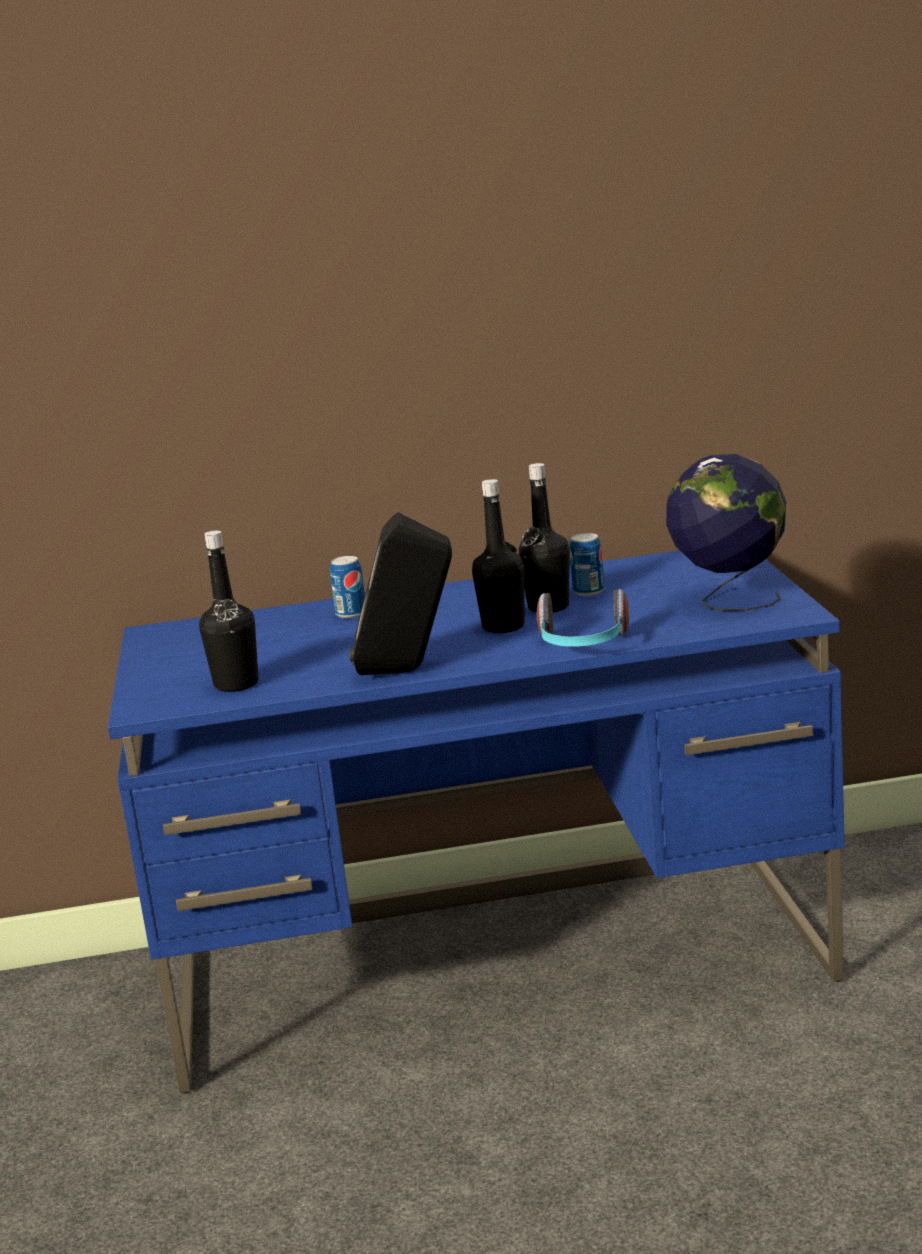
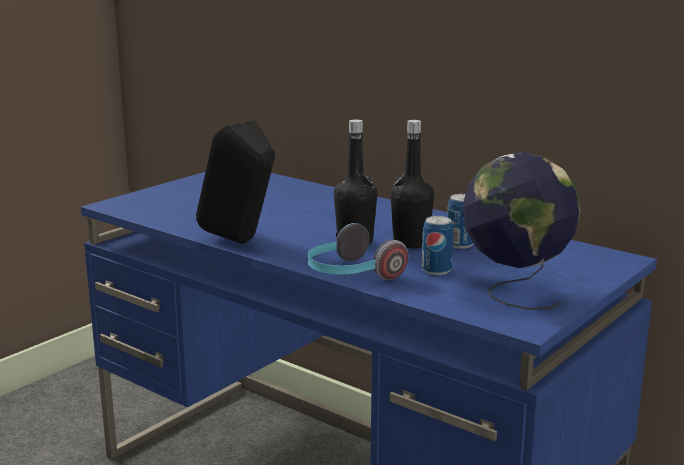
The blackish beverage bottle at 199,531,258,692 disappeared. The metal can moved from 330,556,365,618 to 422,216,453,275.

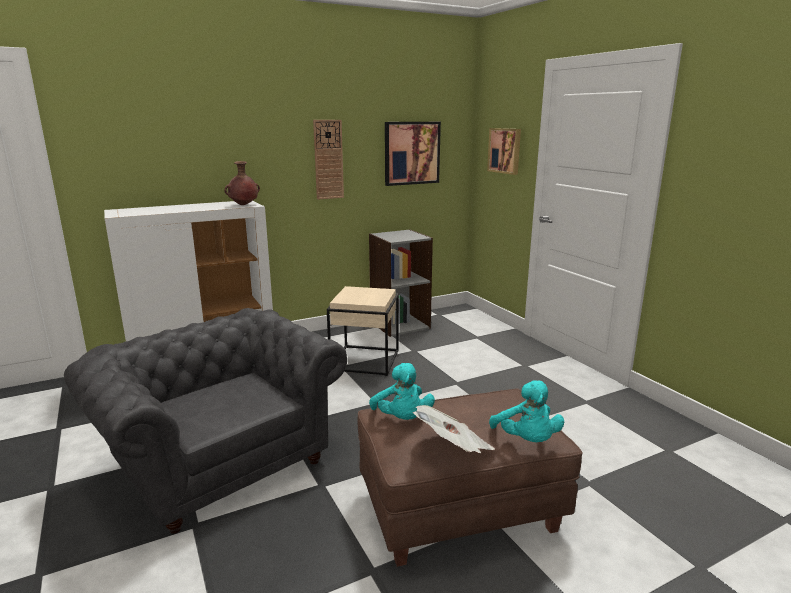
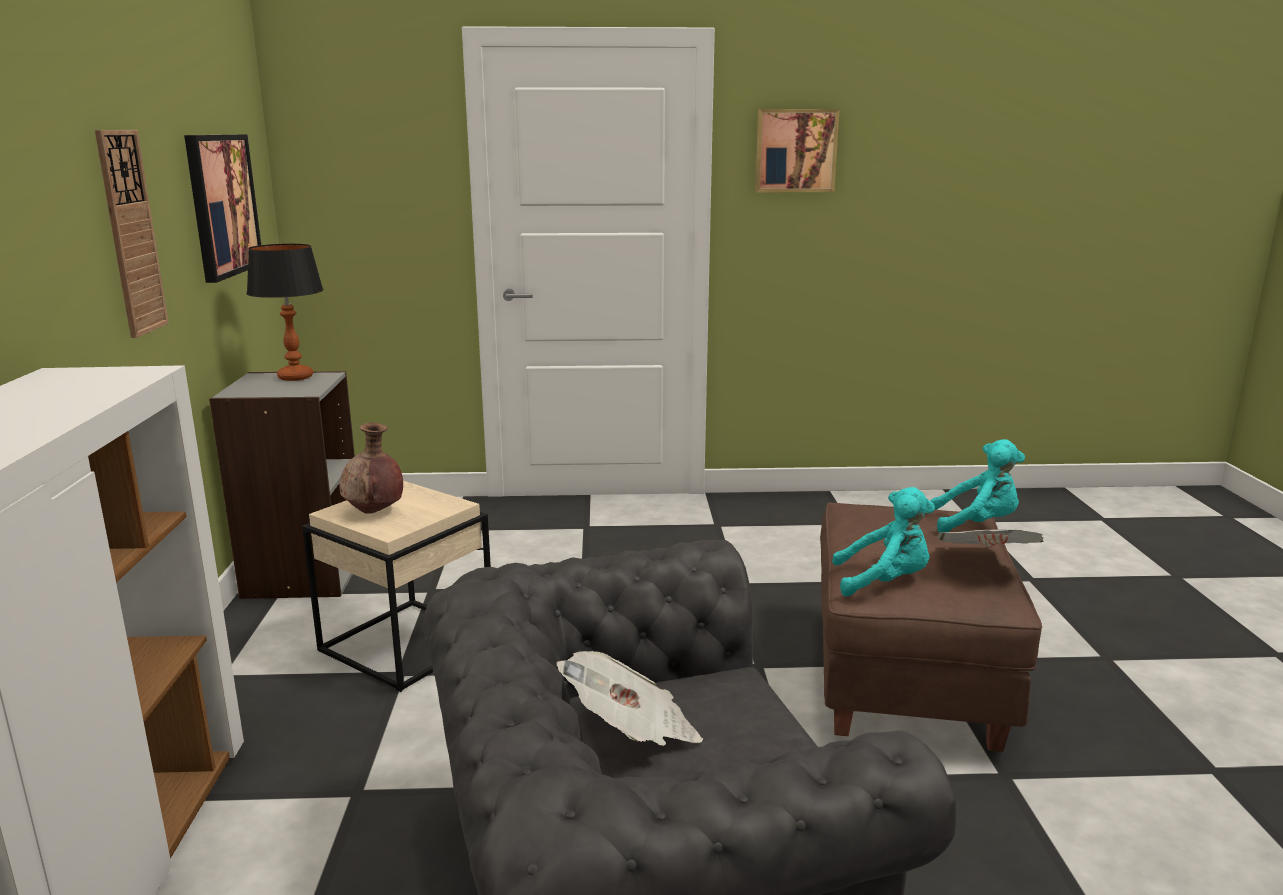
The picture moved from 487,128,521,175 to 755,109,840,192. The brown-coloured flower vase moved from 224,161,260,205 to 340,423,403,514. The tabletop lamp at 247,244,324,381 appeared. The daily paper at 557,651,703,746 appeared.

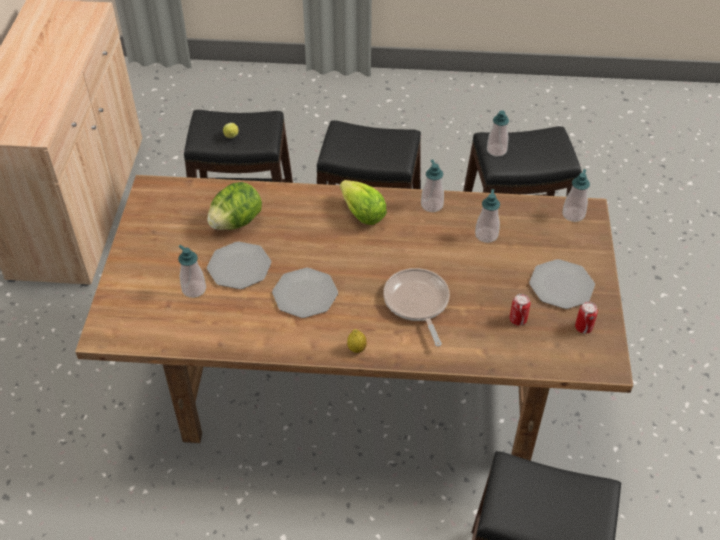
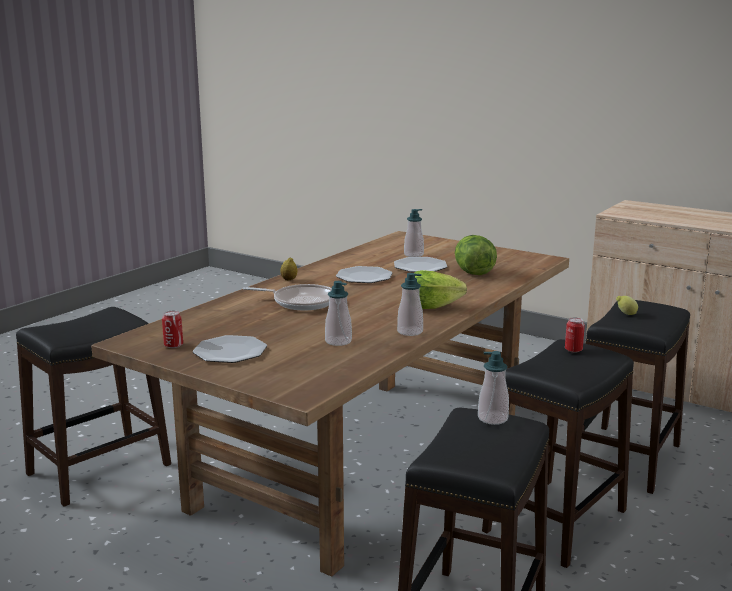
The liquid soap bottle at 563,169,590,222 disappeared. The metal can moved from 510,294,531,325 to 565,317,585,353.

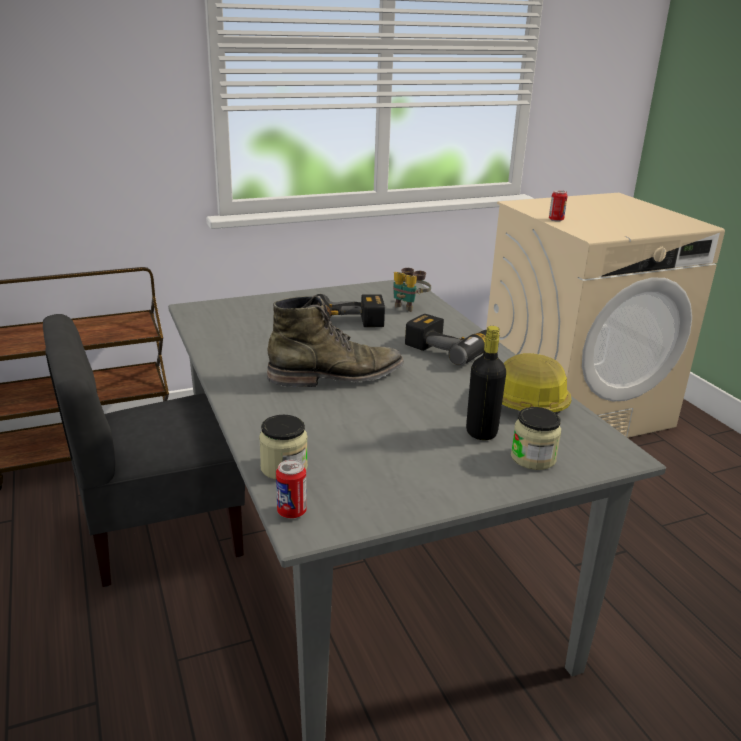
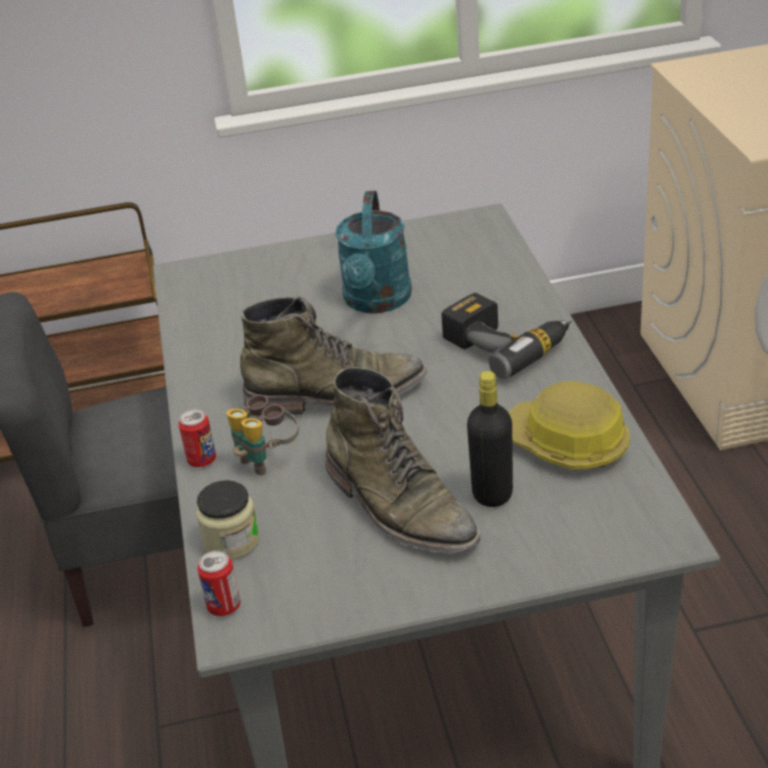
The metal can moved from 549,190,568,222 to 178,409,216,467. The binoculars moved from 393,268,431,312 to 227,395,299,475. The electric drill at 317,294,385,327 was replaced by the blue-green watering pot at 335,191,412,314. The preserve jar at 511,407,561,470 disappeared. The green-coloured tall boot at 325,367,481,554 appeared.

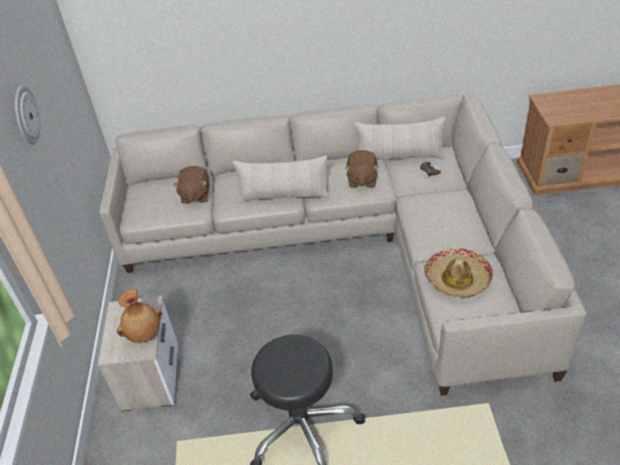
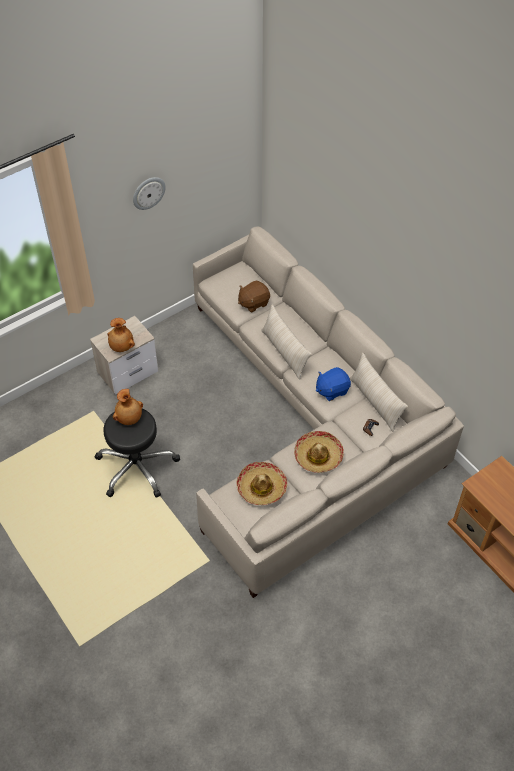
The brown-coloured plush toy at 344,150,379,188 became the blue-coloured plush toy at 316,367,351,401. The brown-coloured flower vase at 113,389,143,425 appeared. The clothing hat at 294,431,344,473 appeared.

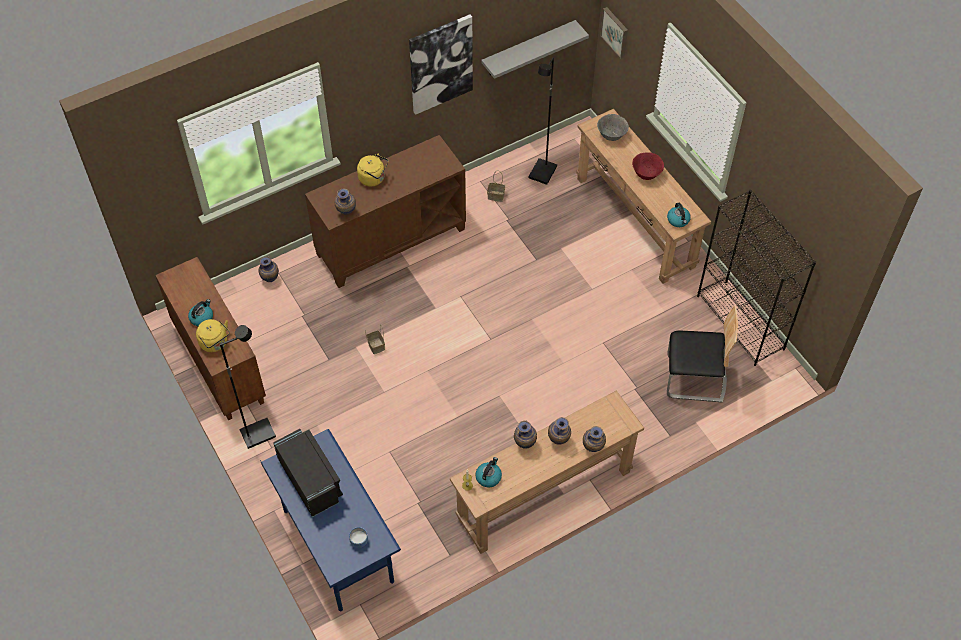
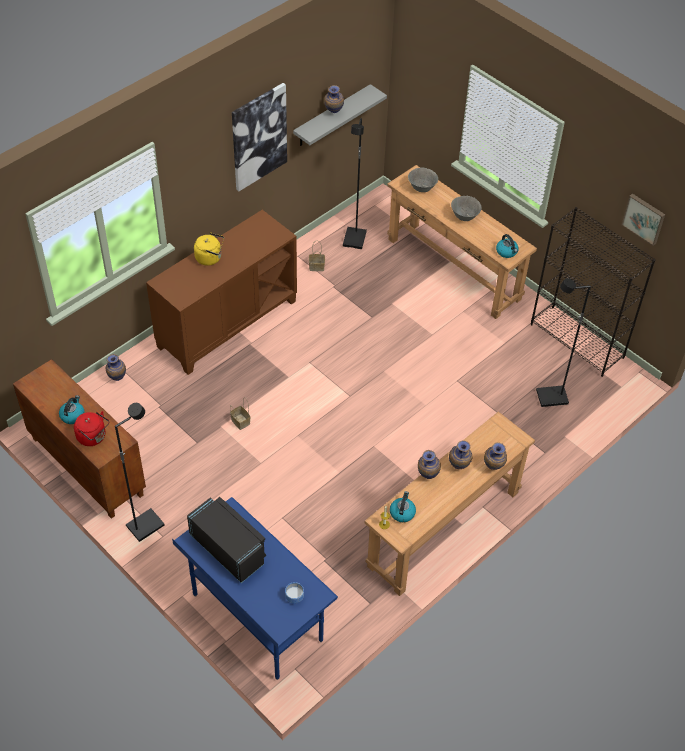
The picture moved from 600,7,628,59 to 621,194,665,246. The reddish serving bowl at 632,152,664,180 became the greyish serving bowl at 451,196,482,221. The flower vase moved from 335,188,356,215 to 324,85,344,113. The plain chair at 667,305,738,403 was replaced by the blackish floor lamp at 536,278,591,407. The yellow-coloured kettle at 196,319,230,352 became the reddish kettle at 74,411,109,446.

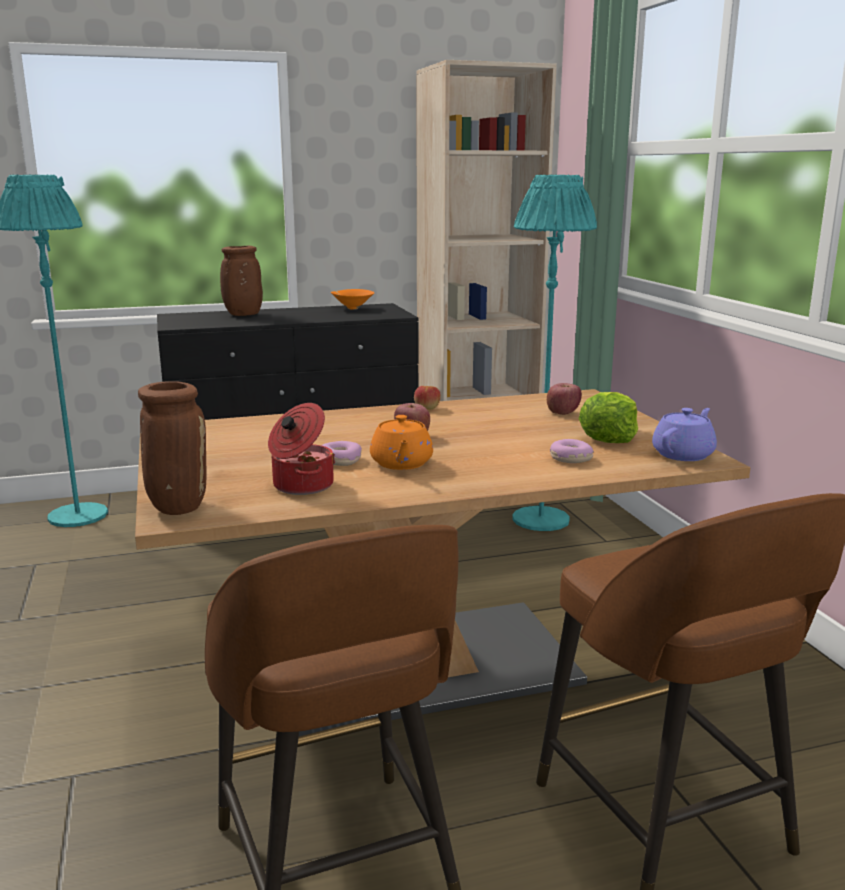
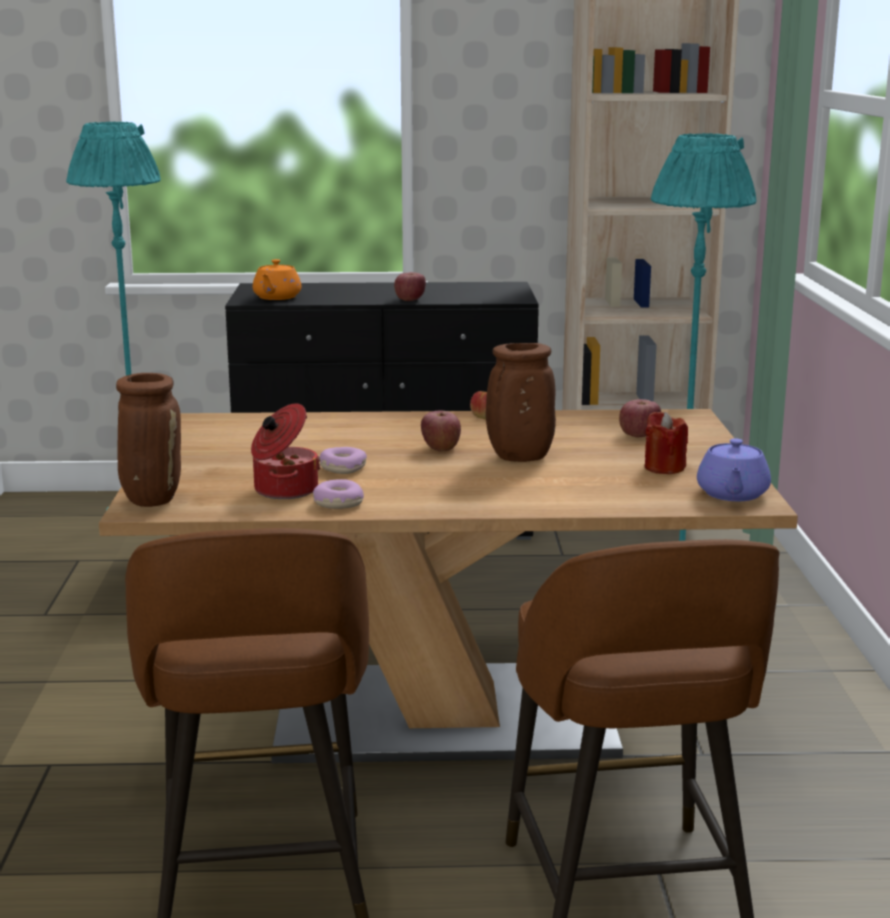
The brown-coloured flower vase moved from 220,246,263,316 to 486,343,556,462. The orange serving bowl at 331,289,374,310 disappeared. The lettuce head at 579,392,638,443 was replaced by the reddish candle at 645,412,688,474. The purple pot for tea at 652,408,717,461 turned 135 degrees clockwise. The orange pot for tea moved from 370,415,433,470 to 253,259,301,300. The ring doughnut moved from 550,439,594,463 to 313,479,364,509. The apple fruit at 394,272,426,301 appeared.

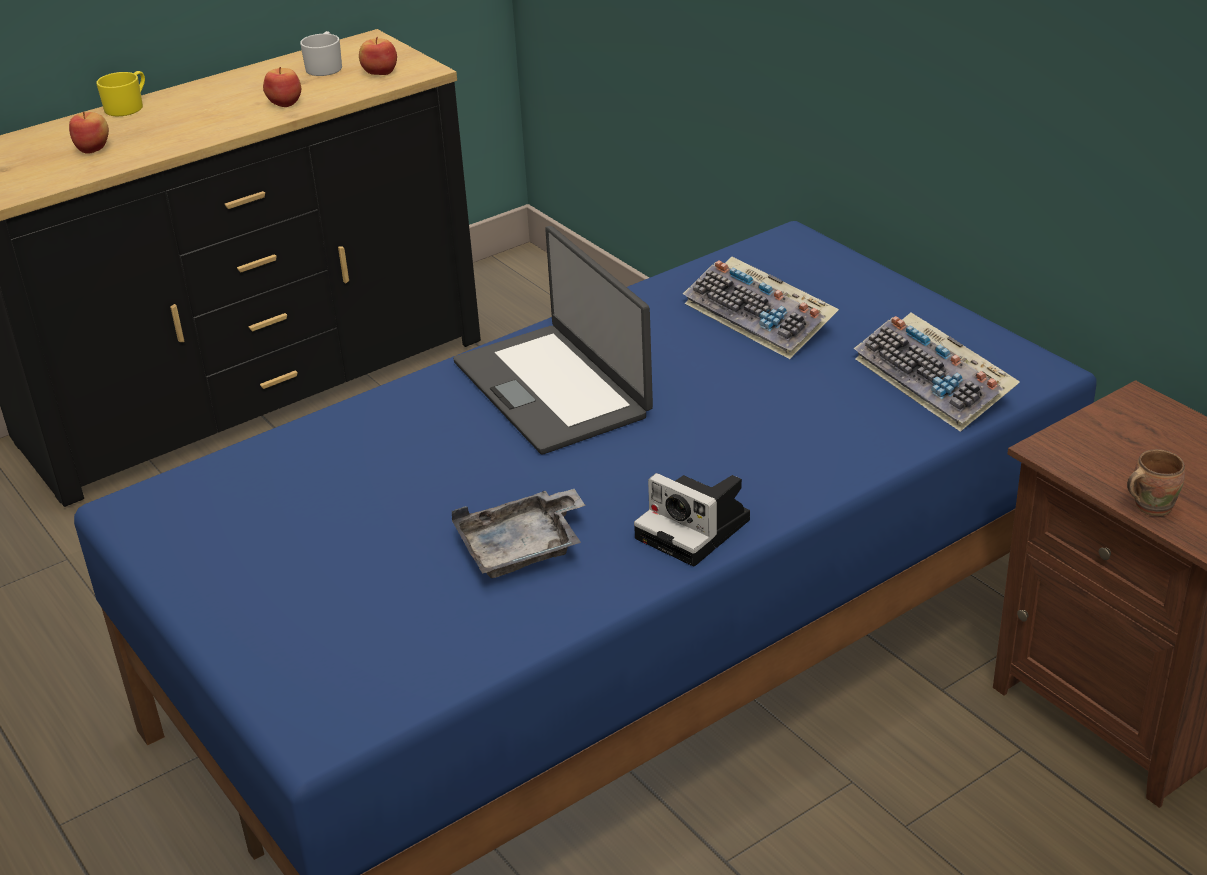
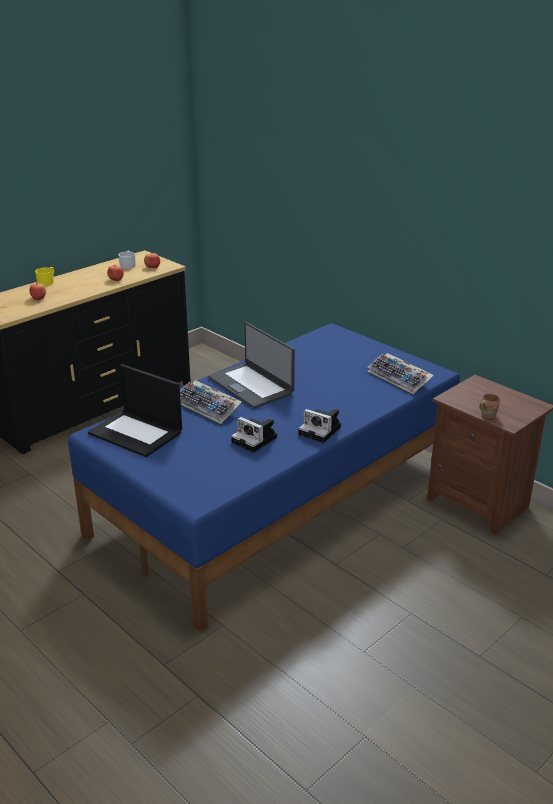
The computer keyboard moved from 683,257,839,359 to 180,380,242,424. The greyish tray at 452,489,585,578 was replaced by the still camera at 231,417,277,452. The portable computer at 88,364,182,457 appeared.

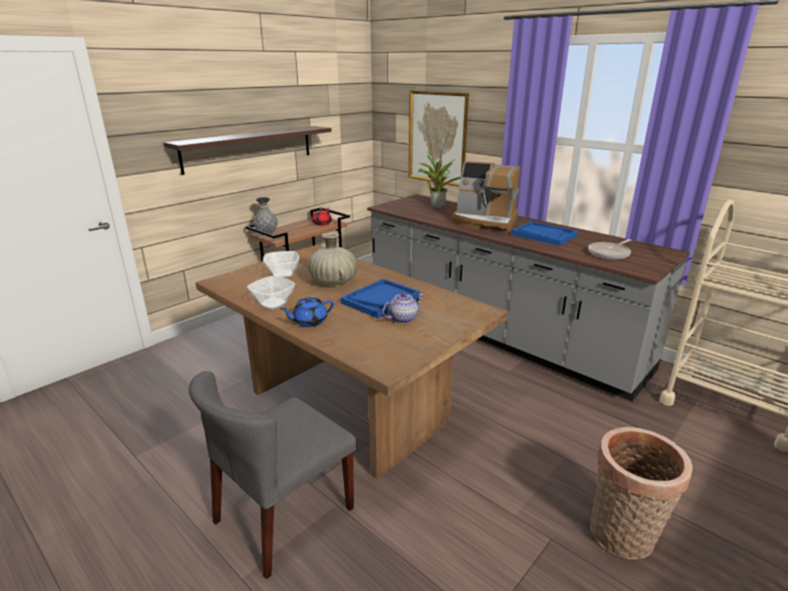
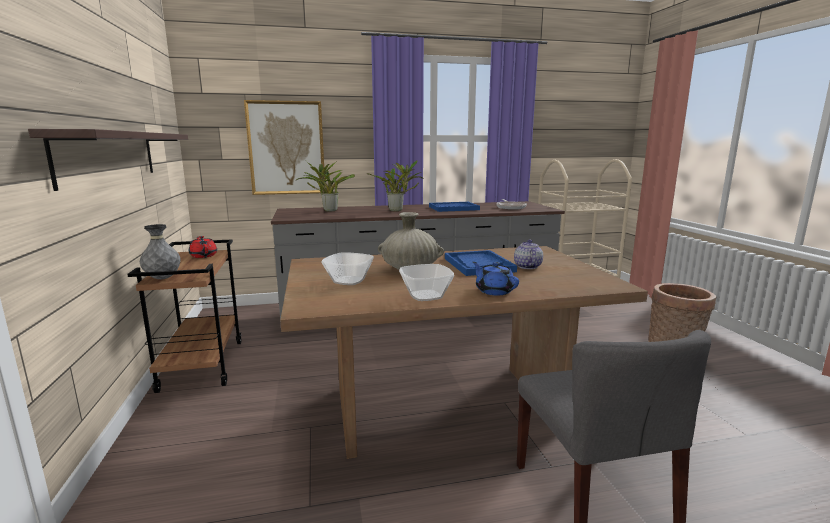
The coffee maker at 453,161,520,233 was replaced by the plant in a pot at 369,160,424,211. The blue-coloured pot for tea at 280,297,334,327 turned 135 degrees clockwise.

